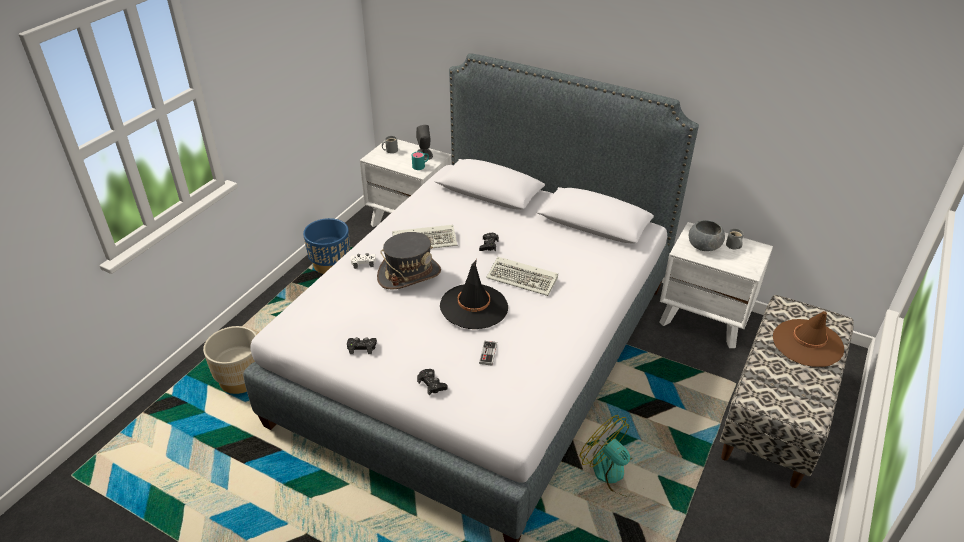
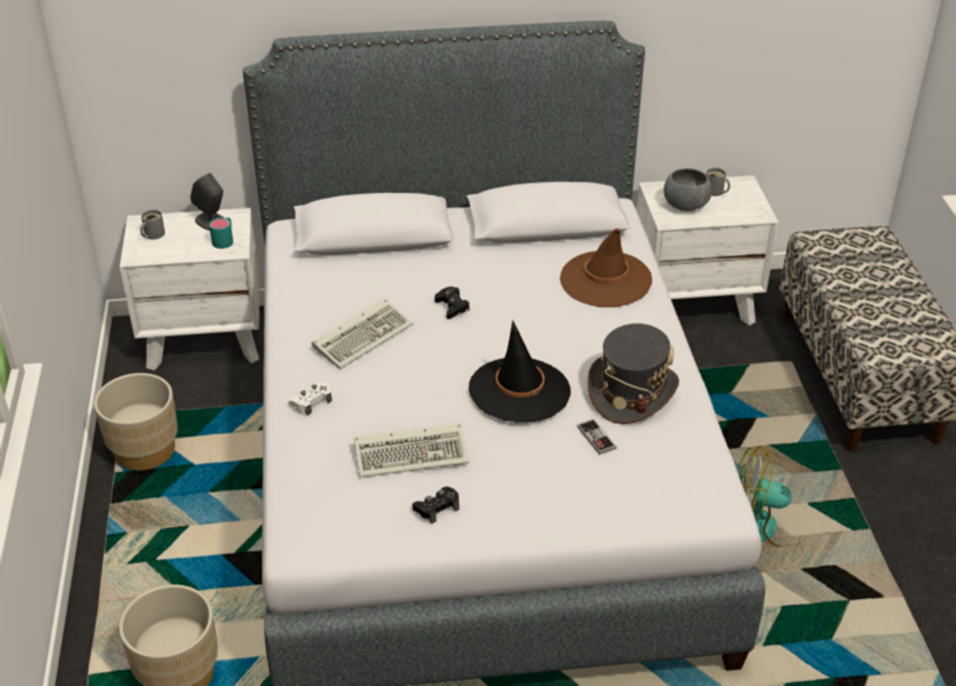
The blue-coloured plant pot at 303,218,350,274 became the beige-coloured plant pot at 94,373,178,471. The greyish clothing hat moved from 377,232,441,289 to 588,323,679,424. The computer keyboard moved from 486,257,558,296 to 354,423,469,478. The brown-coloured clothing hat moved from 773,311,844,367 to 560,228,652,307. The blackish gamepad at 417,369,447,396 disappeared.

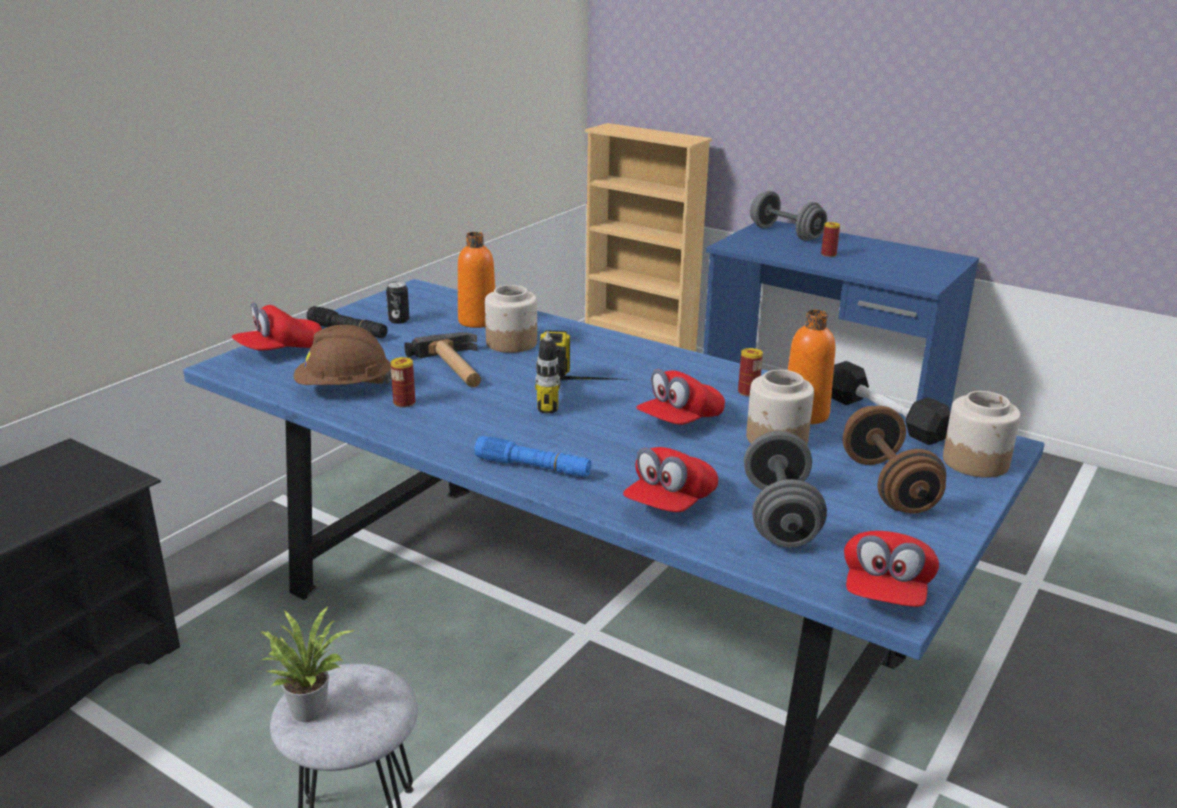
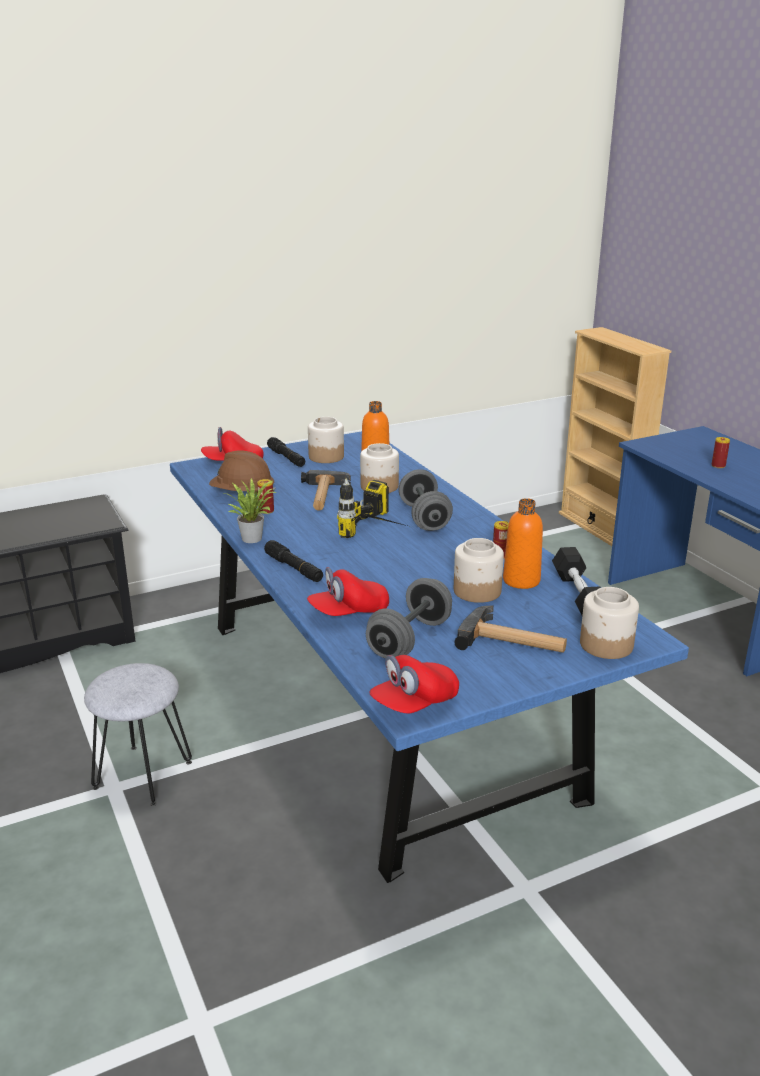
The greyish hand weight moved from 750,191,827,241 to 399,469,453,531. The metal can at 386,281,410,324 was replaced by the preserve jar at 308,417,344,463. The reddish cap at 636,369,725,425 disappeared. The brown-coloured hand weight at 843,406,946,513 was replaced by the tool hammer at 455,605,567,653. The blue-coloured torch at 474,436,592,477 became the blackish torch at 264,540,323,582. The plant in a pot moved from 260,606,356,722 to 224,478,278,543.

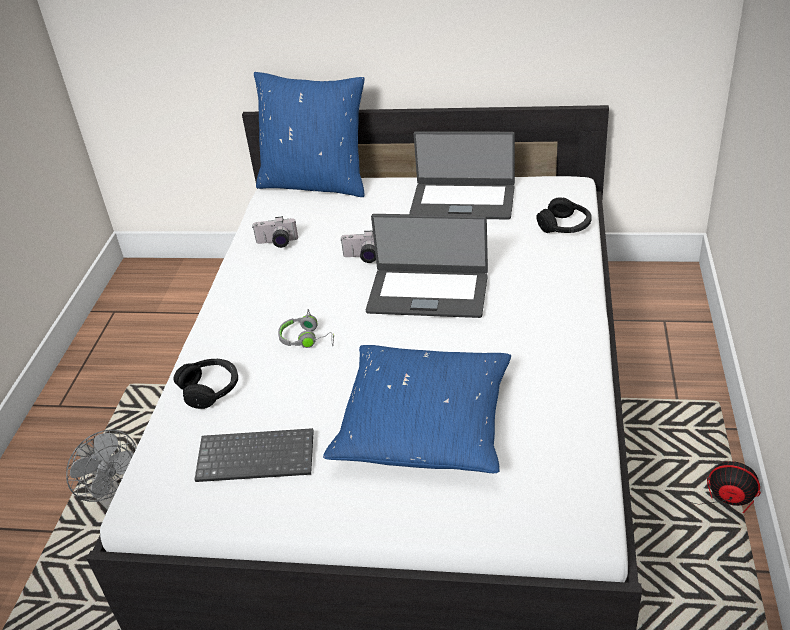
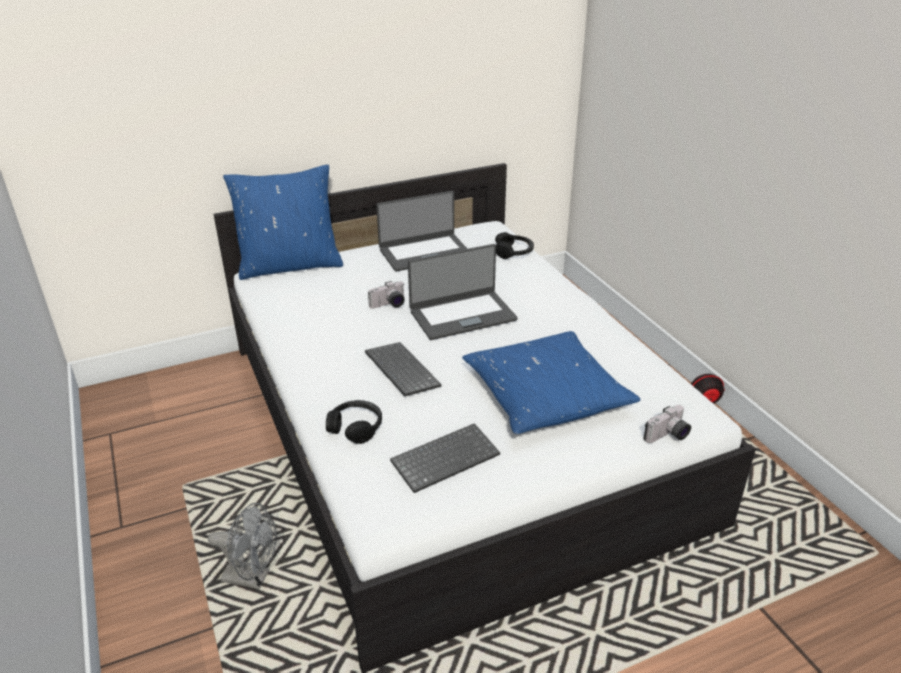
The still camera moved from 252,216,298,248 to 643,405,691,443. The greyish headphones at 278,309,334,348 was replaced by the computer keyboard at 365,342,442,396.

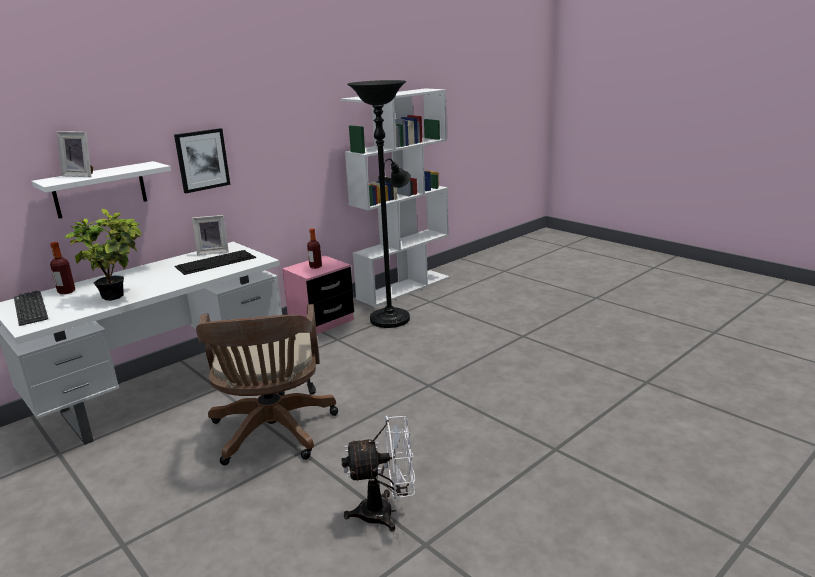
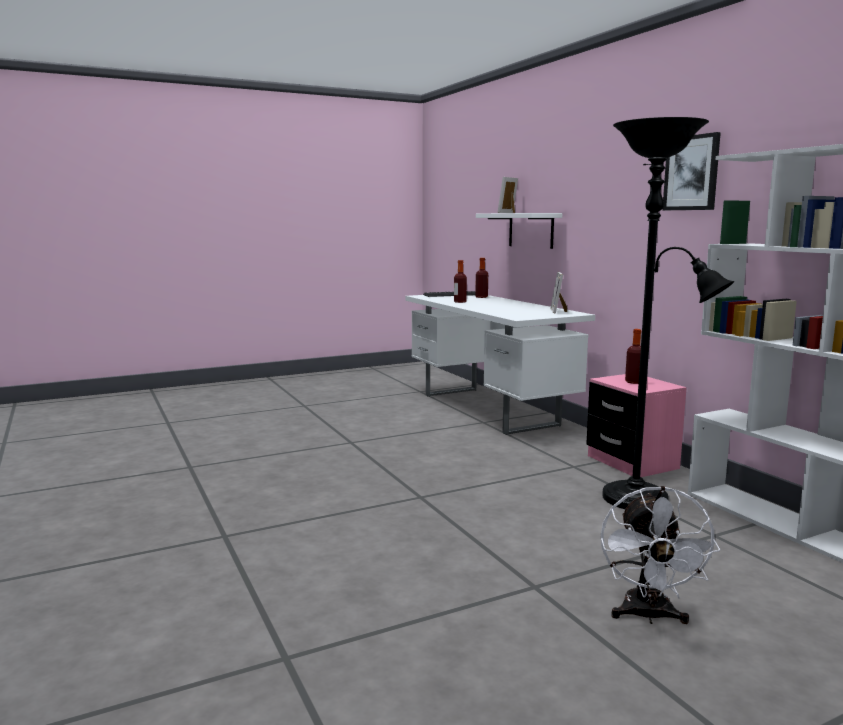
The picture moved from 174,128,230,193 to 662,132,721,210. The plant in a pot at 65,209,142,301 was replaced by the beverage bottle at 454,260,467,303. The computer keyboard at 175,250,256,275 disappeared. The brown-coloured office chair at 196,304,338,465 disappeared. The white-coloured fan moved from 341,415,415,532 to 601,486,720,624.

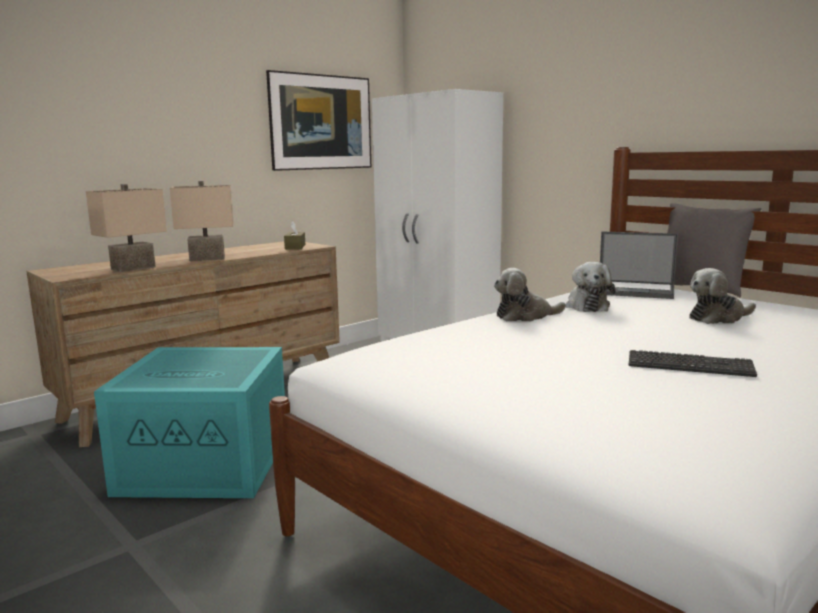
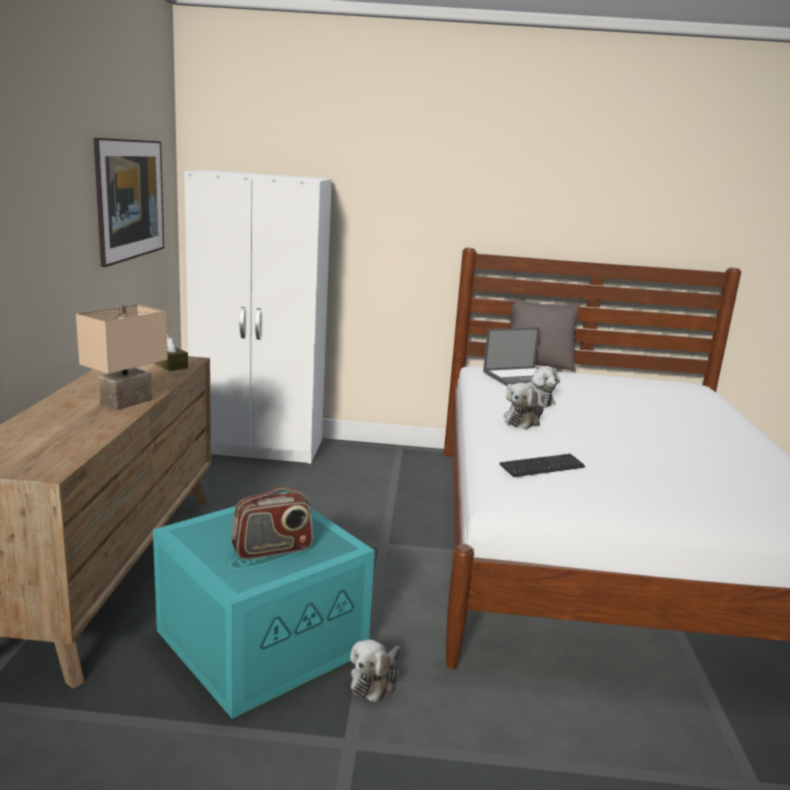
The beige-coloured tabletop lamp at 86,184,167,272 disappeared. The plush toy moved from 689,268,756,324 to 350,639,400,702. The computer keyboard moved from 629,350,757,377 to 500,454,585,477. The radio set at 232,487,313,560 appeared.

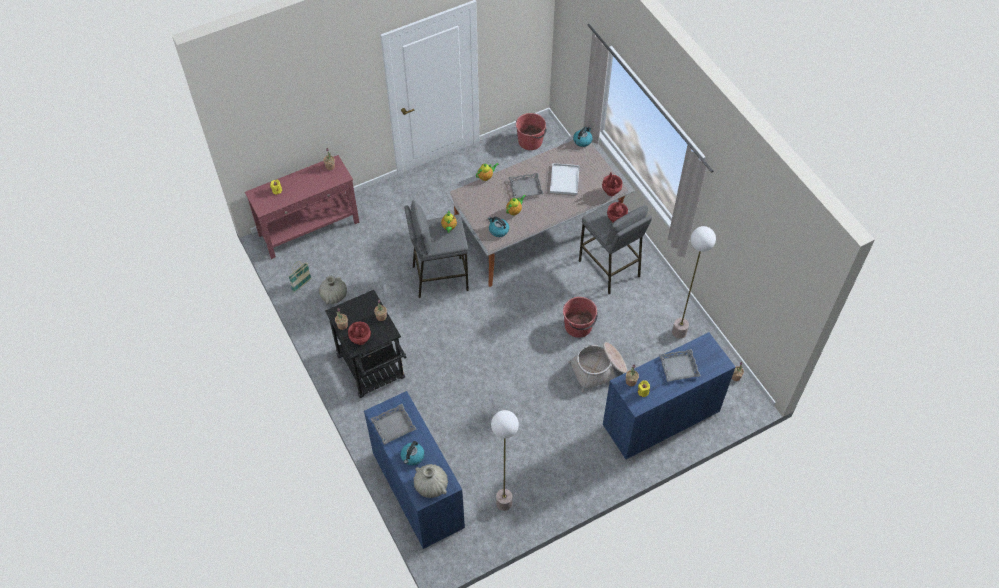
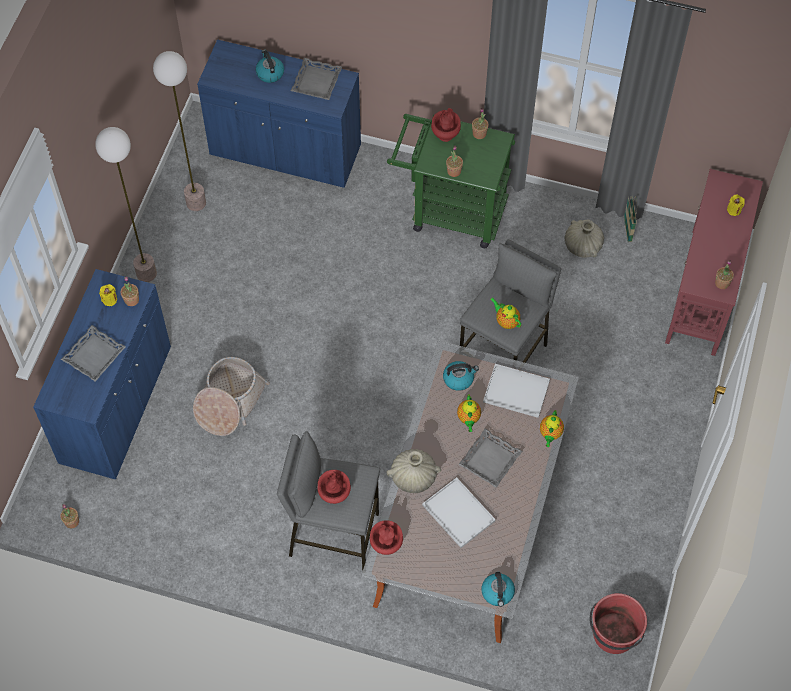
The floor lamp moved from 672,226,716,339 to 95,127,157,282. The blackish wheeled cart at 325,290,406,398 became the green-coloured wheeled cart at 387,114,515,248. The reddish bucket at 563,297,598,338 disappeared. The beige-coloured flower vase moved from 414,464,448,498 to 387,449,441,493. The white-coloured tray at 483,364,550,418 appeared.

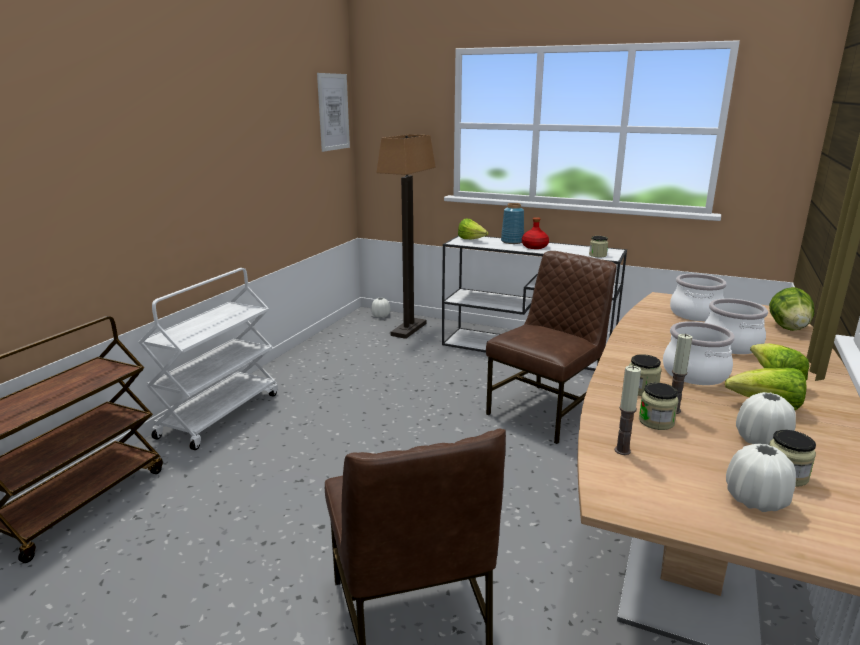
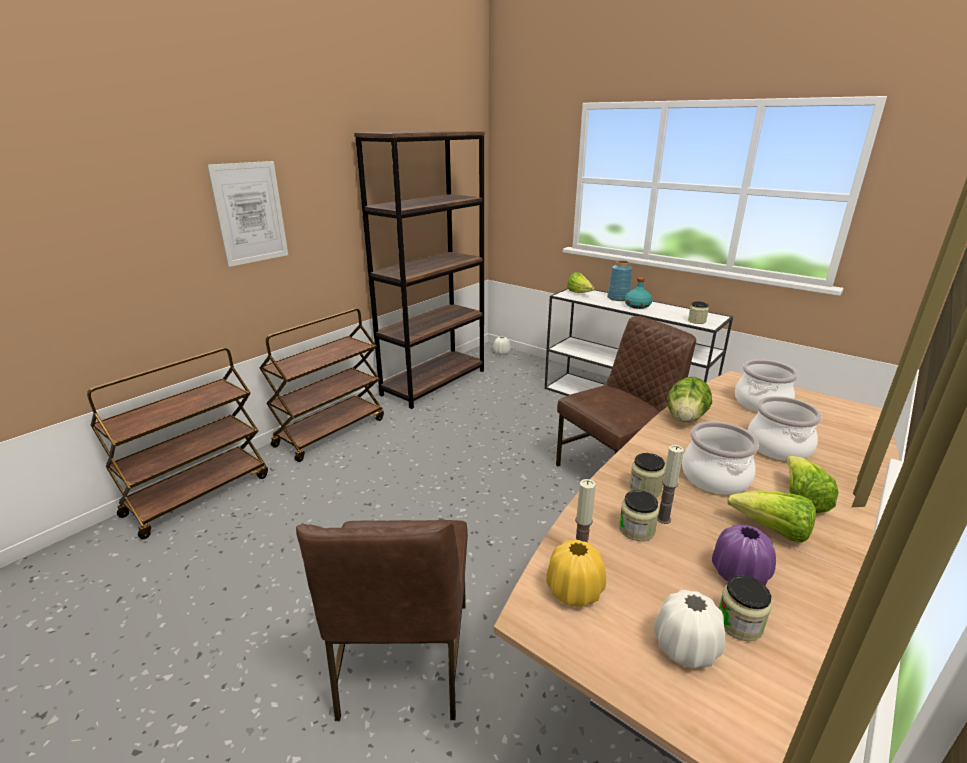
The picture moved from 317,73,350,152 to 207,161,288,267. The floor lamp at 376,134,436,339 disappeared. The reddish beverage bottle at 522,217,549,249 became the blue-green beverage bottle at 625,277,652,309. The white-coloured wheeled cart at 139,268,278,450 became the brown-coloured wheeled cart at 260,308,384,462. The lettuce head moved from 769,287,814,331 to 667,377,712,423. The white-coloured flower vase at 736,392,796,445 became the purple flower vase at 712,525,776,585. The brown-coloured bookshelf at 354,131,485,409 appeared. The yellow-coloured flower vase at 546,540,606,607 appeared.

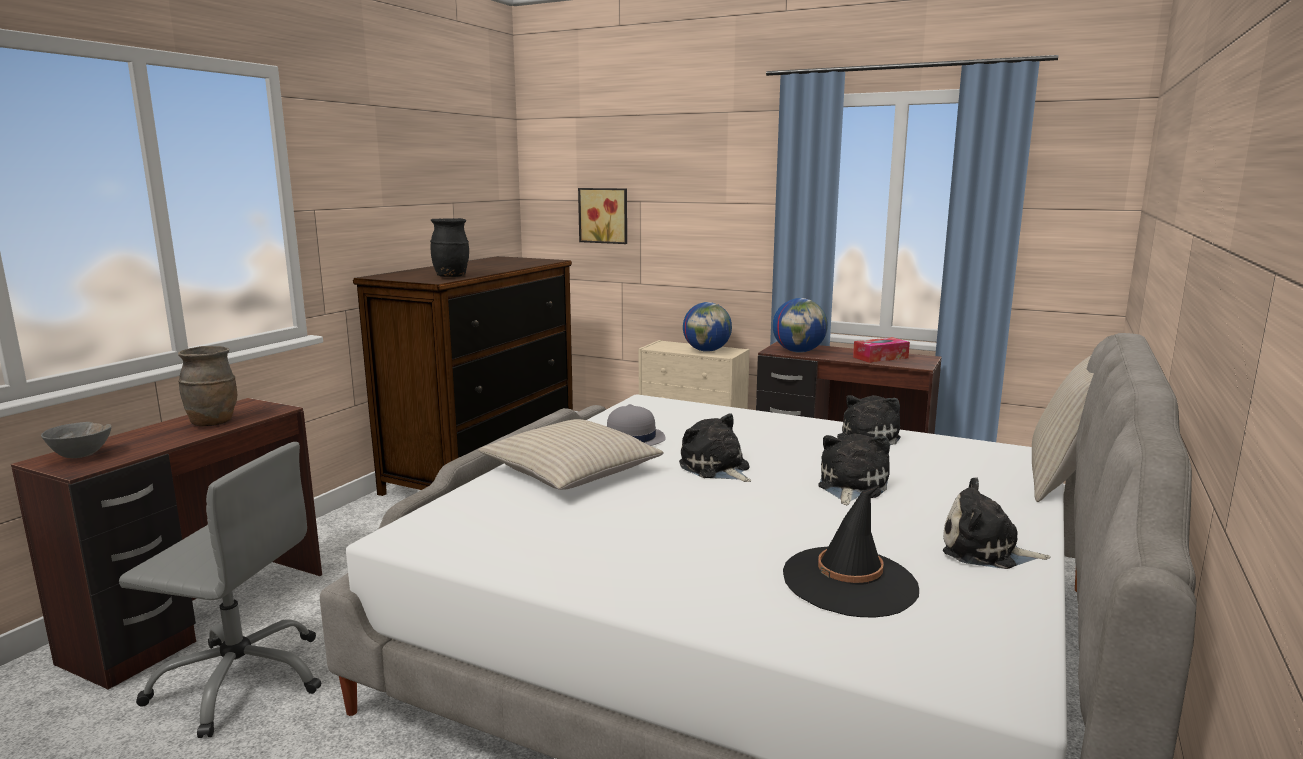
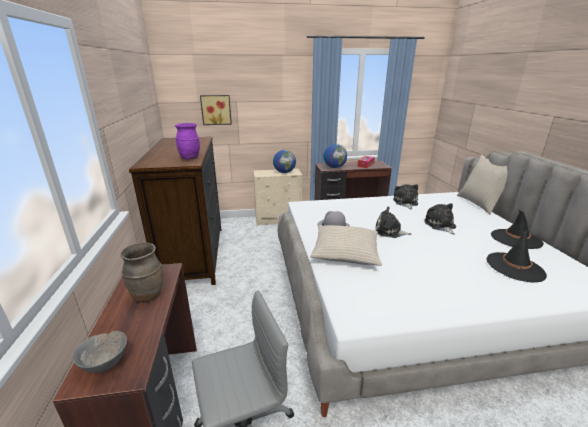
The blackish flower vase at 430,218,469,277 became the purple flower vase at 175,123,200,160. The plush toy at 943,477,1051,569 was replaced by the blackish clothing hat at 491,210,544,249.

